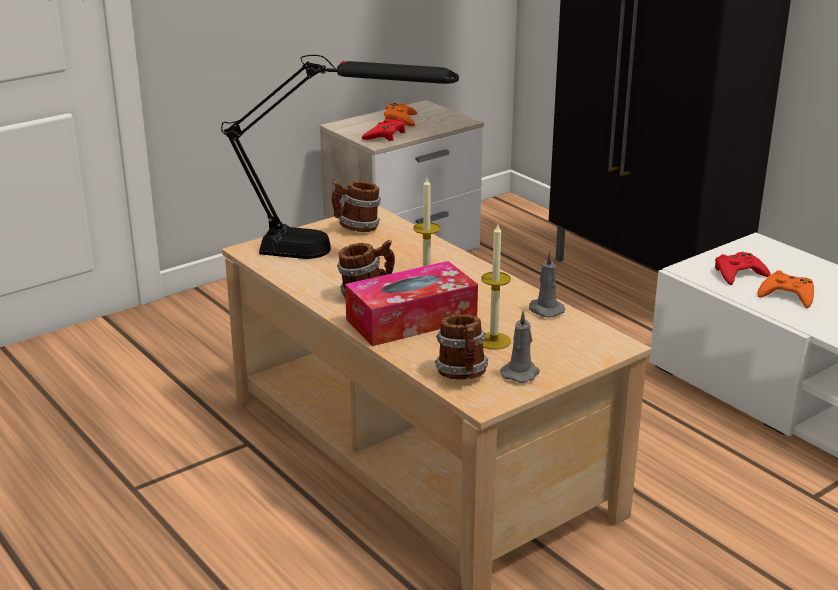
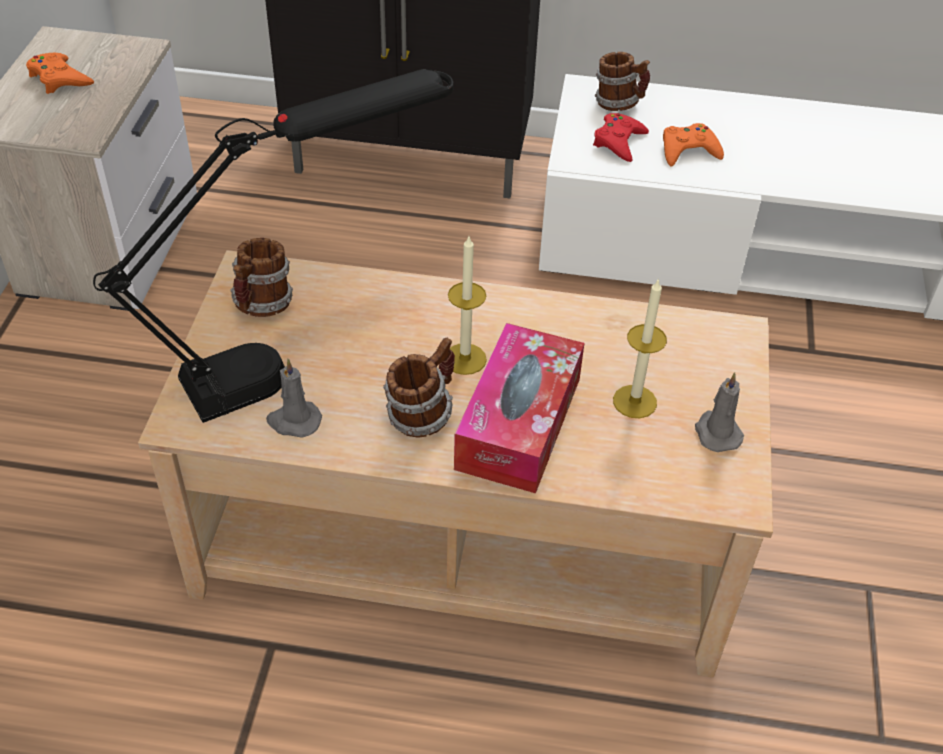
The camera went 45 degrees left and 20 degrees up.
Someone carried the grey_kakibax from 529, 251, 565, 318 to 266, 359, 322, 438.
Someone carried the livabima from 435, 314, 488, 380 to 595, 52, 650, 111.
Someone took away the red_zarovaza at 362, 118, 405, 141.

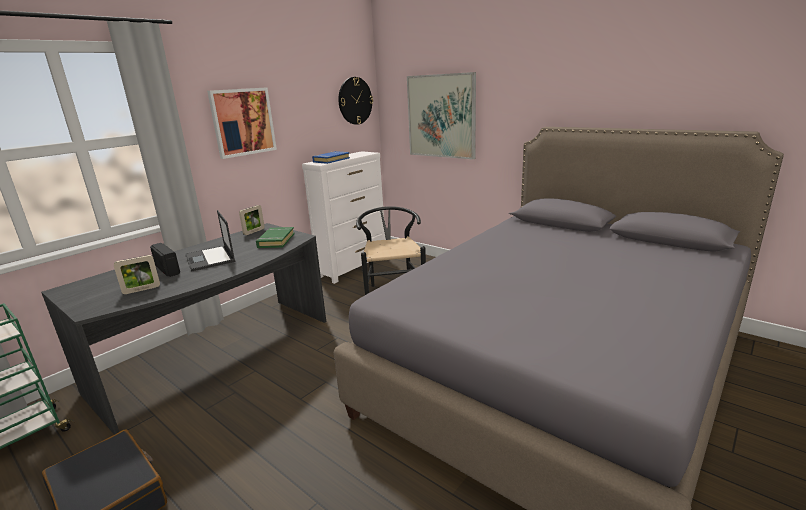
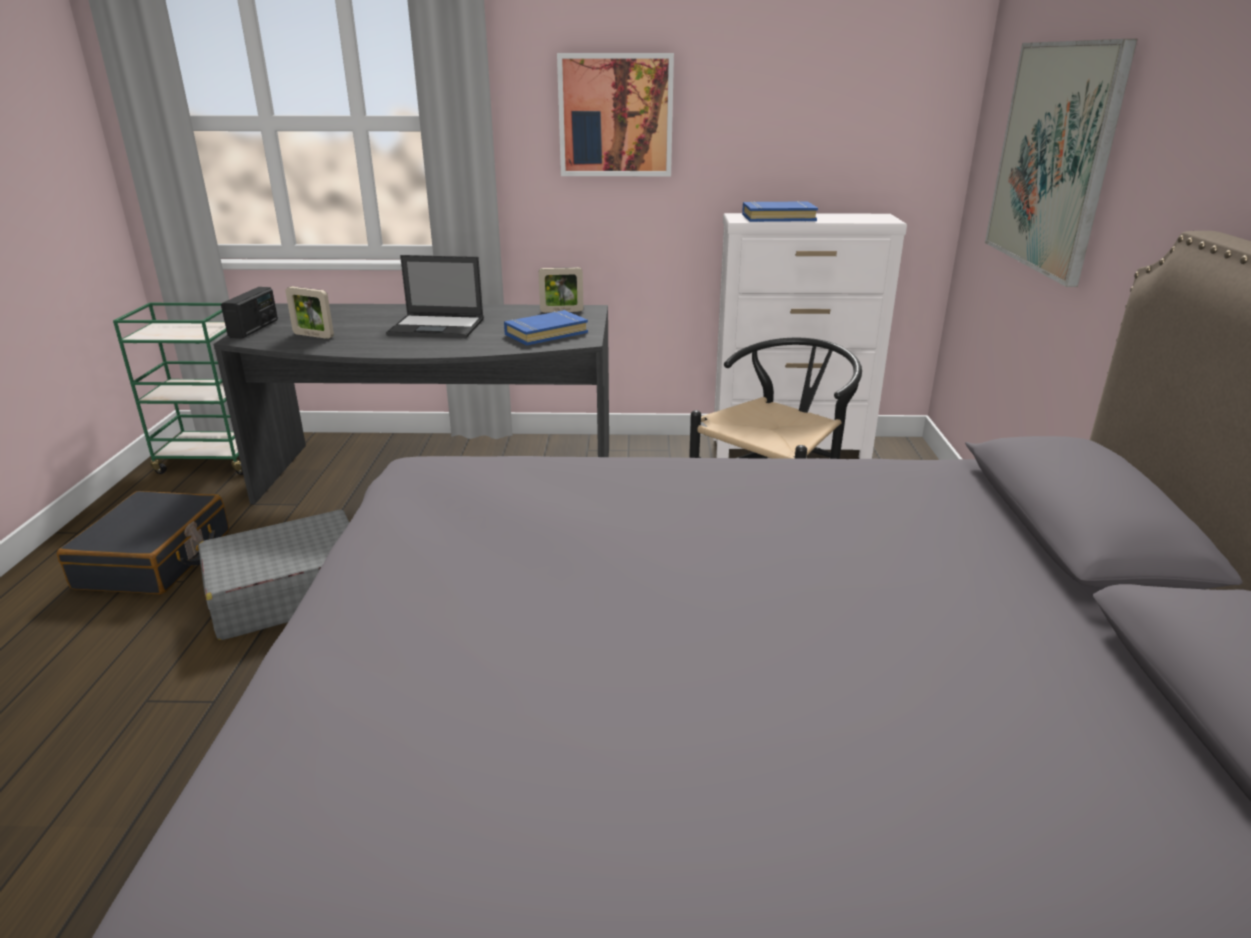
The camera went 50 degrees right and 5 degrees up.
Someone put down the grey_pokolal at 198, 509, 349, 640.
Someone carried the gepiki from 150, 243, 180, 277 to 221, 287, 278, 339.
Someone rotated the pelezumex at 185, 210, 236, 272 by 105 degrees counterclockwise.
Someone repainted the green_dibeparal at 256, 227, 294, 248, which became the blue_dibeparal at 504, 310, 588, 345.
Someone took away the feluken at 338, 77, 373, 125.

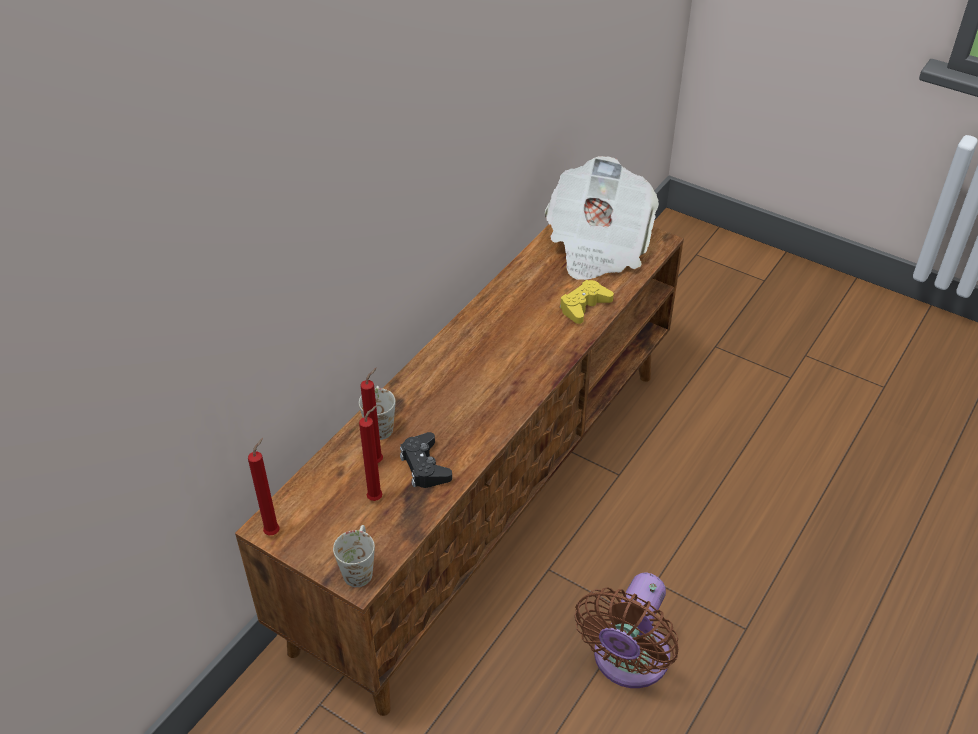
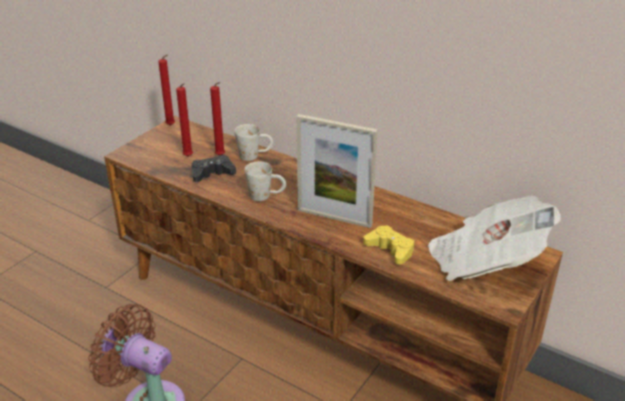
The camera went 90 degrees right and 10 degrees down.
Someone carried the white_livabima from 333, 525, 375, 587 to 245, 161, 286, 201.
Someone put down the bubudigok at 297, 114, 378, 228.

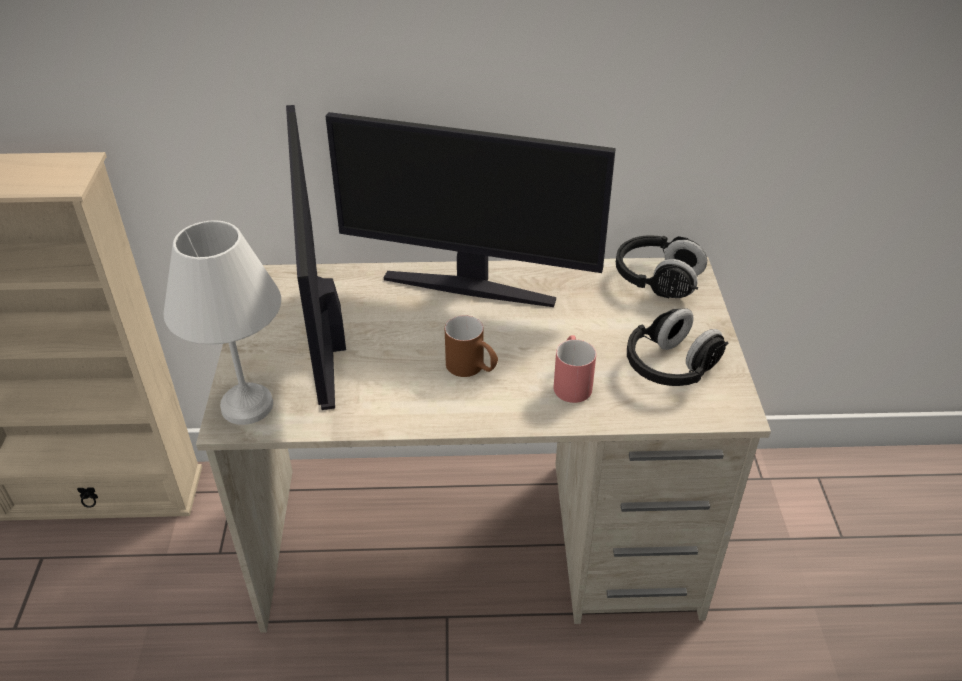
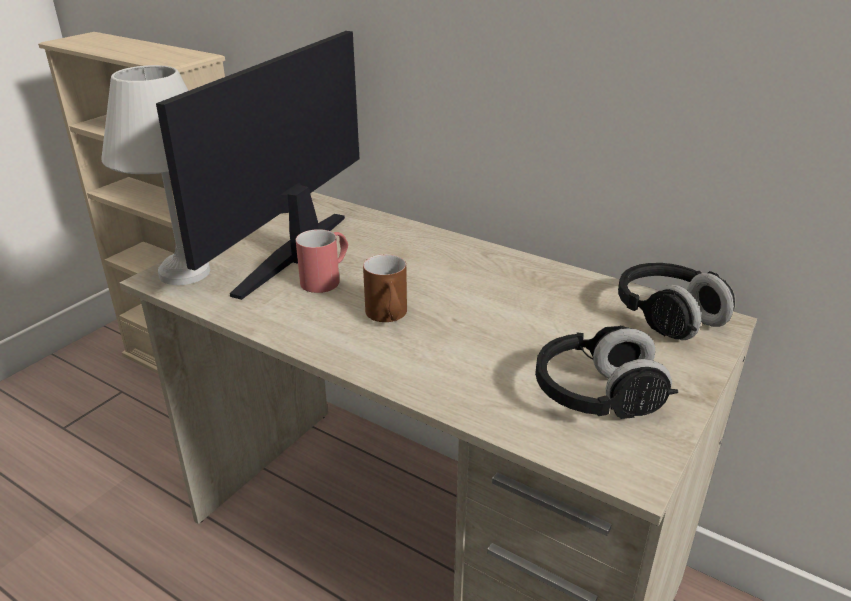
The camera went 35 degrees right and 10 degrees down.
Someone carried the red_livabima from 554, 335, 596, 403 to 296, 229, 348, 293.
Someone took away the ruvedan at 326, 112, 616, 307.

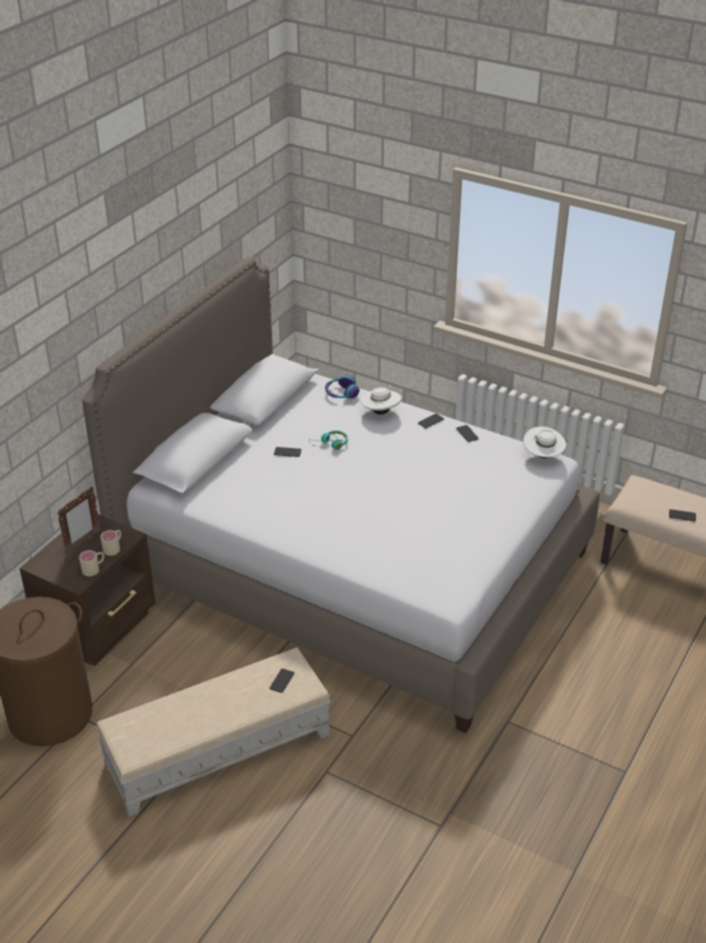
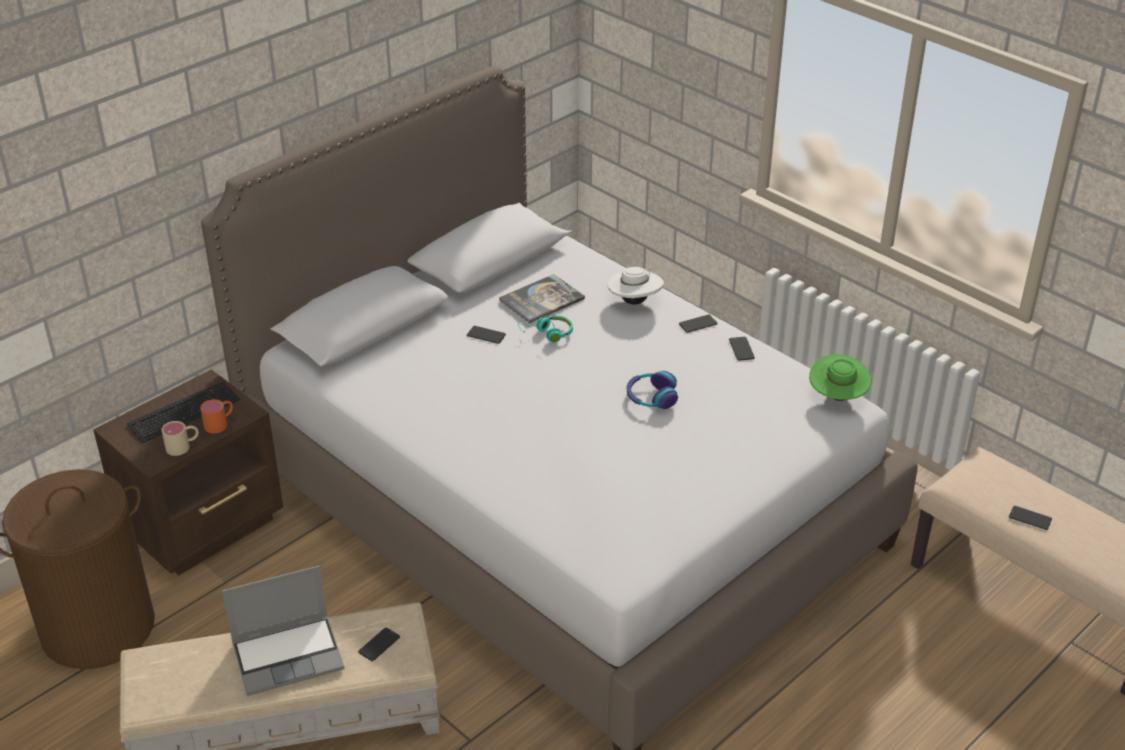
The camera went 15 degrees right and 0 degrees up.
Someone swapped the bubudigok at 57, 486, 101, 555 for the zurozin at 127, 382, 240, 443.
Someone repainted the beige_livabima at 100, 530, 121, 556, which became the orange_livabima at 200, 399, 233, 433.
Someone put down the pelezumex at 222, 565, 345, 696.
Someone put down the dibeparal at 499, 274, 585, 323.
Someone carried the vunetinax from 325, 375, 360, 398 to 627, 371, 678, 409.
Someone repainted the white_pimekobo at 523, 426, 566, 458, which became the green_pimekobo at 809, 354, 871, 401.

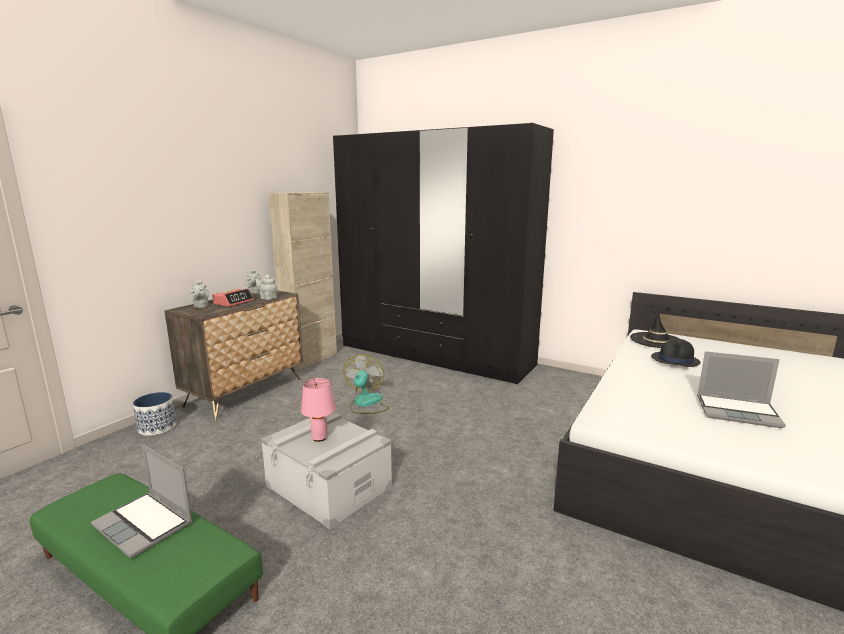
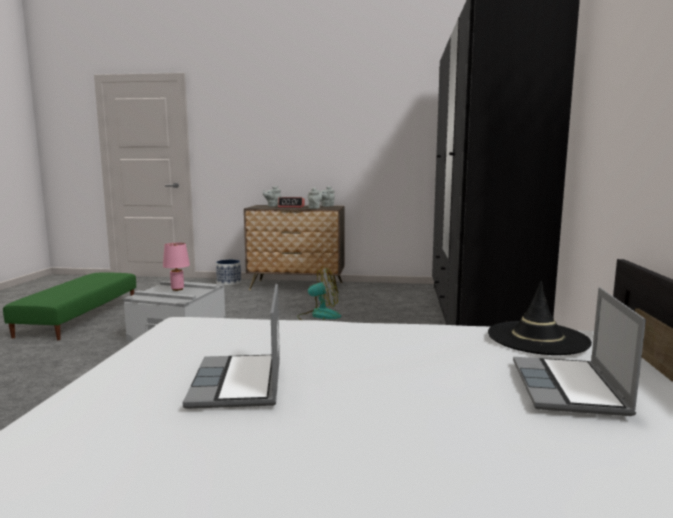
The camera went 65 degrees right and 5 degrees down.
Someone carried the pelezumex from 91, 444, 193, 559 to 513, 287, 646, 416.
Someone took away the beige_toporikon at 269, 192, 337, 370.
Someone took away the black_pimekobo at 651, 338, 700, 367.

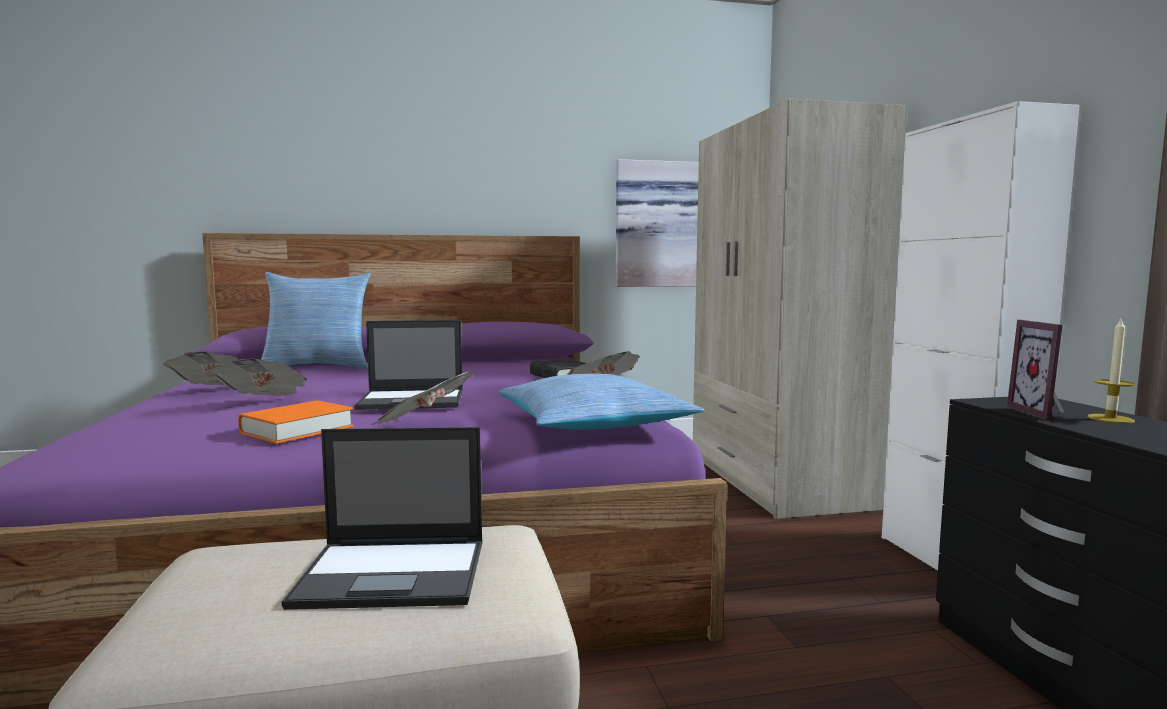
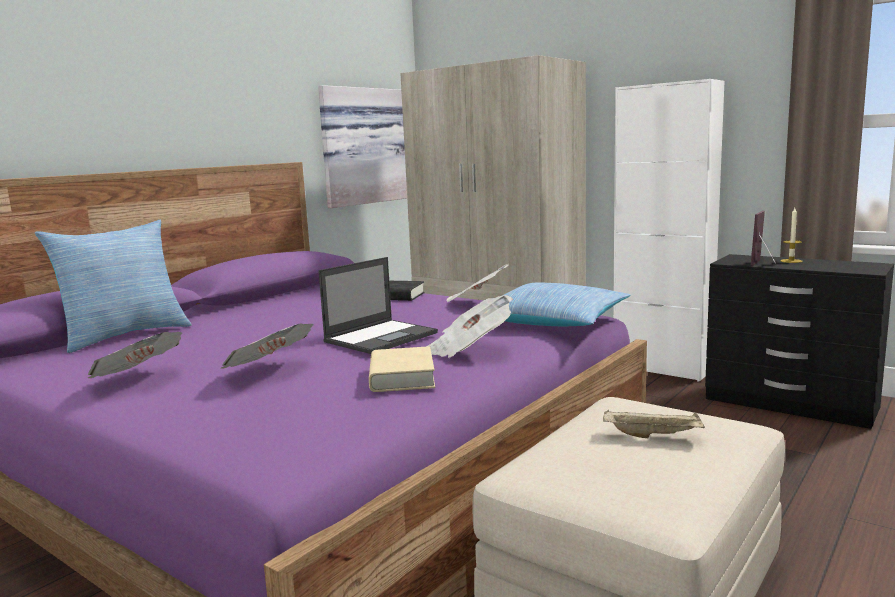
The camera went 40 degrees left and 5 degrees up.
Someone repainted the orange_dibeparal at 238, 400, 354, 444, which became the beige_dibeparal at 369, 346, 435, 392.
Someone swapped the pelezumex at 282, 427, 483, 610 for the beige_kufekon at 603, 410, 705, 438.
Someone rotated the bubudigok at 1007, 320, 1064, 420 by 75 degrees clockwise.

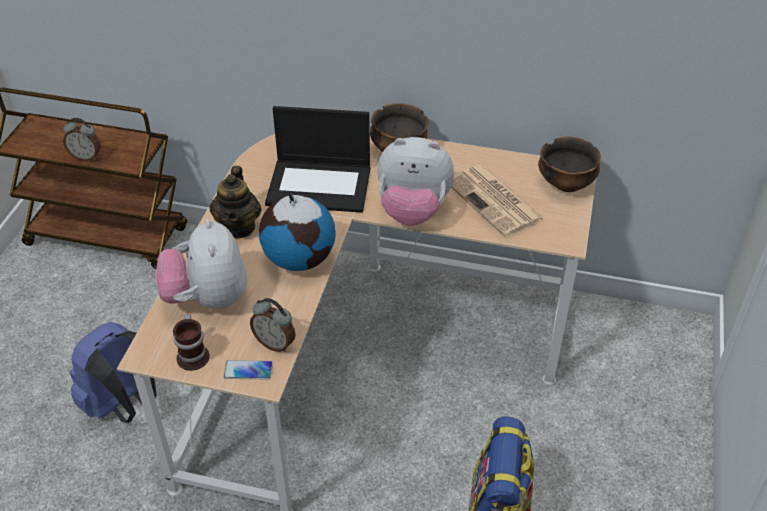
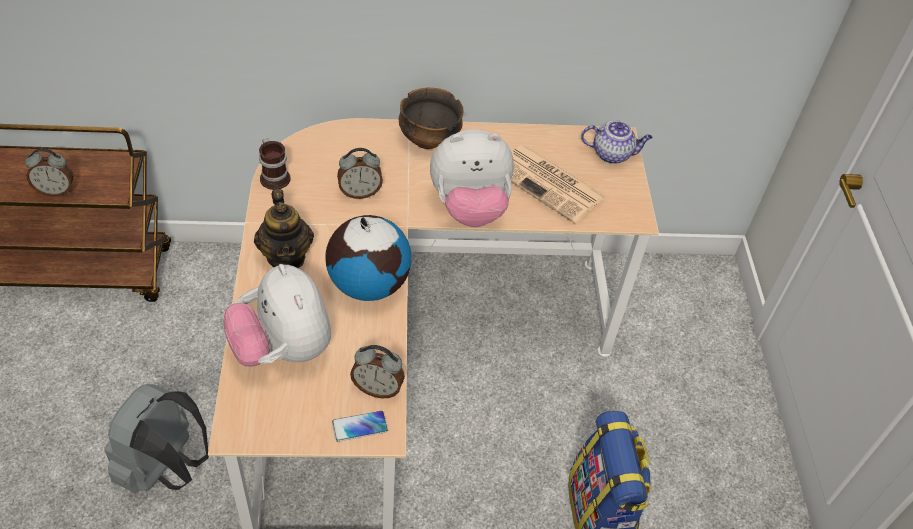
The camera went 20 degrees left and 5 degrees up.
Someone repainted the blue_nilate at 70, 322, 157, 423, which became the grey_nilate at 104, 384, 209, 494.
Someone carried the livabima from 173, 314, 210, 371 to 259, 138, 291, 190.
Someone swapped the pelezumex at 265, 106, 370, 213 for the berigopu at 337, 148, 383, 199.
Someone swapped the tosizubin at 538, 137, 601, 192 for the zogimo at 581, 120, 653, 164.

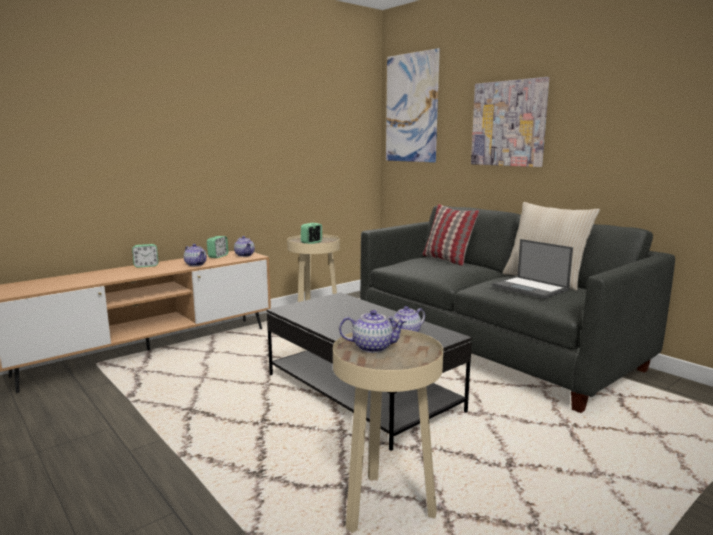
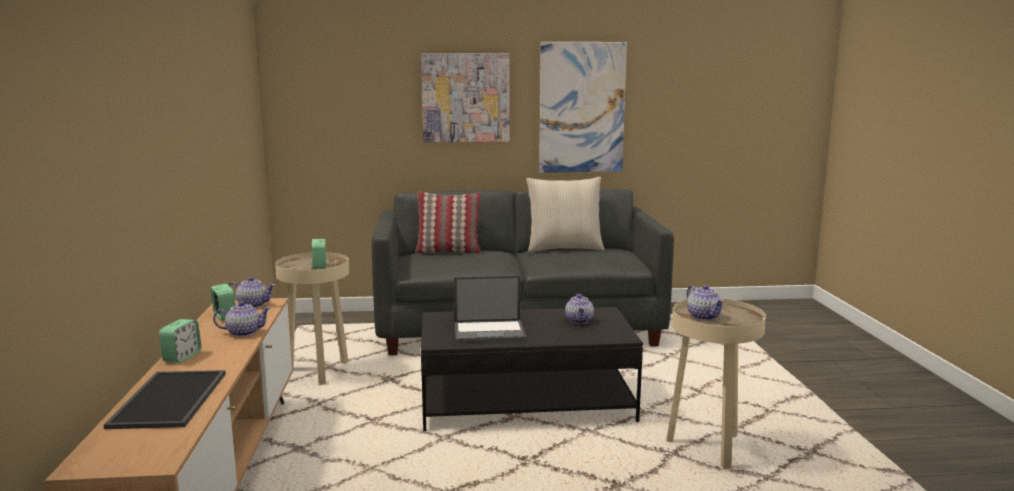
The camera went 55 degrees left and 0 degrees up.
Someone put down the kufekon at 103, 370, 226, 429.
Someone carried the pelezumex from 492, 239, 573, 299 to 454, 275, 526, 343.
Someone carried the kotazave from 386, 48, 440, 163 to 539, 42, 627, 173.
Someone rotated the zogimo at 339, 310, 407, 353 by 120 degrees clockwise.

